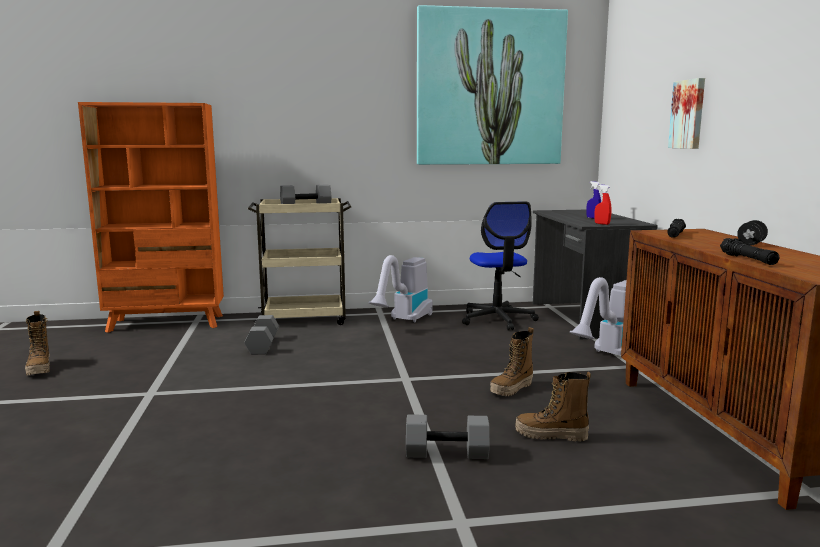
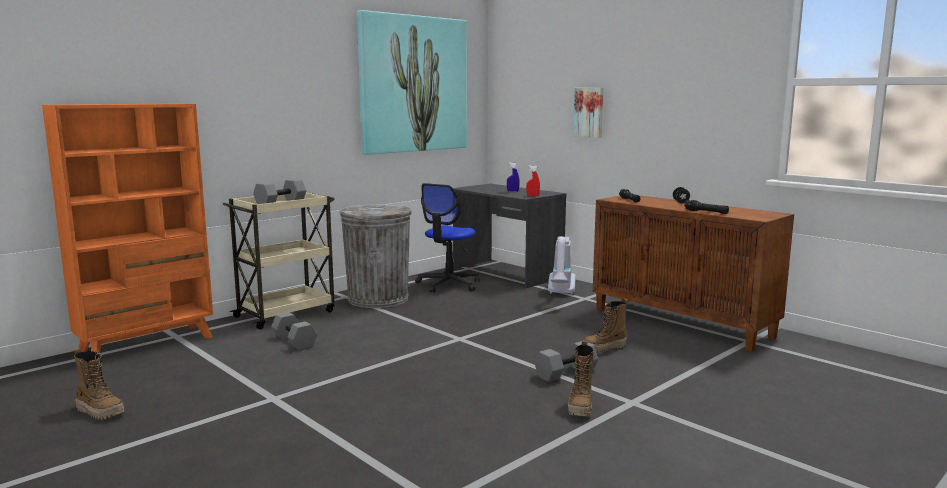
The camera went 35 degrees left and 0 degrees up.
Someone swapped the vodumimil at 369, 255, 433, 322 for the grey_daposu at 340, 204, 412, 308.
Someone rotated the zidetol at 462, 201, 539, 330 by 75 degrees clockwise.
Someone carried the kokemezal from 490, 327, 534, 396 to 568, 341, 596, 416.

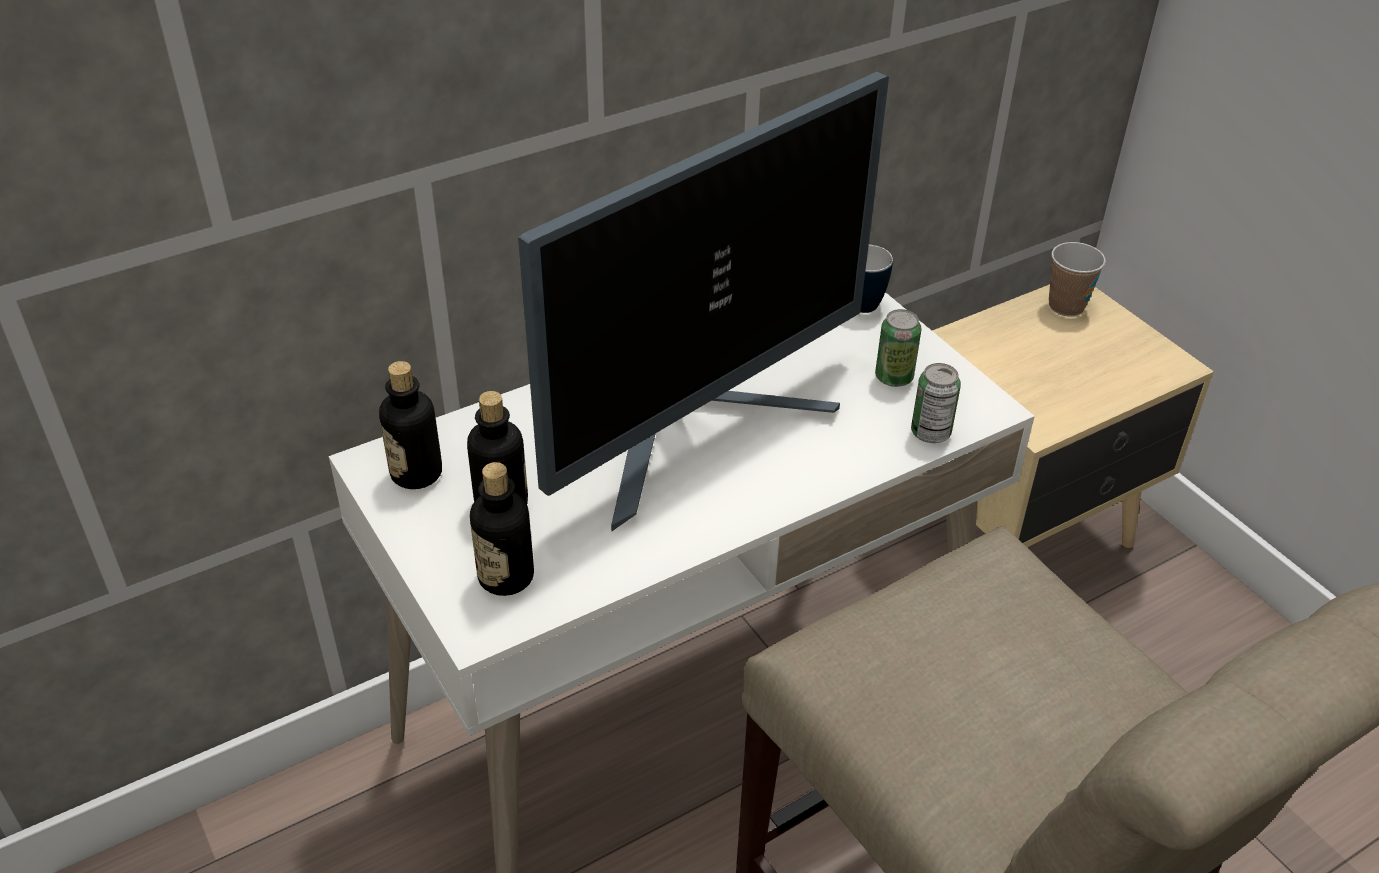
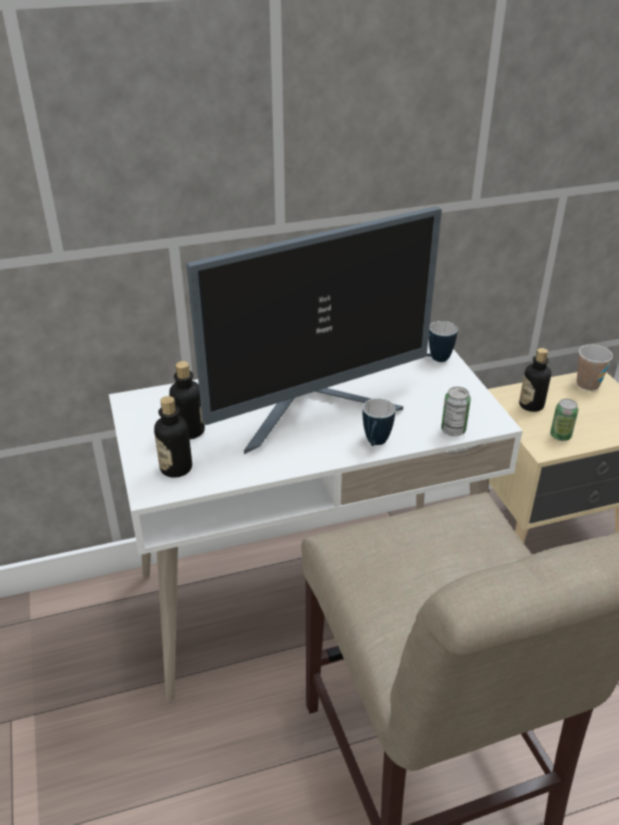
The camera went 15 degrees right and 5 degrees down.
Someone put down the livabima at 363, 398, 395, 446.
Someone carried the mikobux from 379, 361, 442, 489 to 519, 348, 551, 412.
Someone carried the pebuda from 875, 309, 921, 387 to 550, 399, 578, 441.

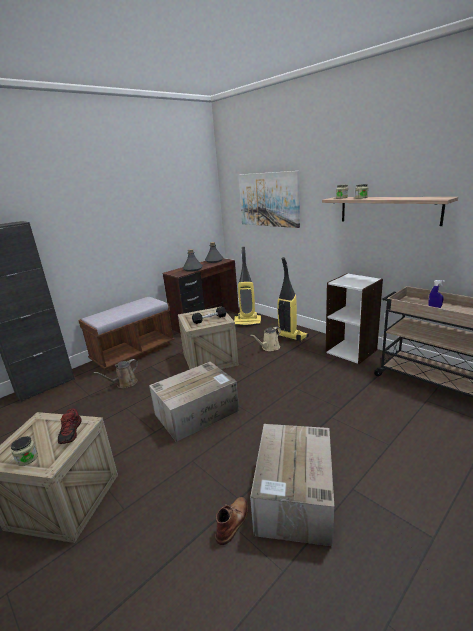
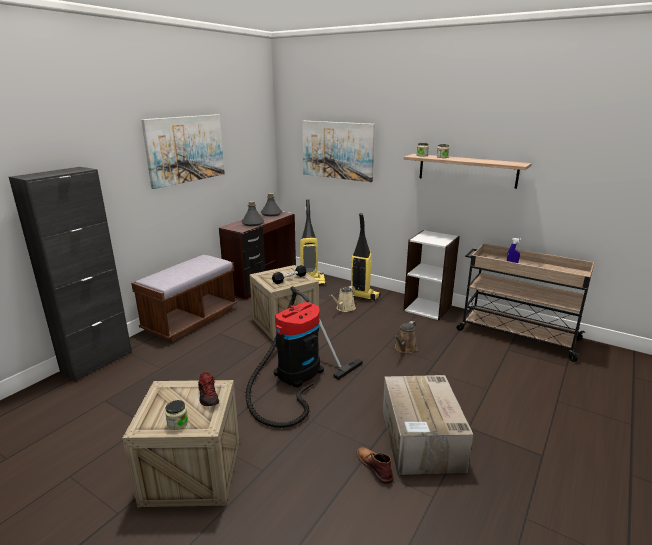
The camera went 15 degrees left and 0 degrees up.
Someone put up the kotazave at 141, 114, 225, 189.
Someone swapped the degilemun at 149, 362, 239, 442 for the vodumimil at 245, 286, 363, 428.
Someone rotated the brown_kokemezal at 215, 497, 248, 545 by 45 degrees counterclockwise.
Someone carried the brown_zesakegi from 93, 359, 138, 388 to 394, 321, 418, 353.

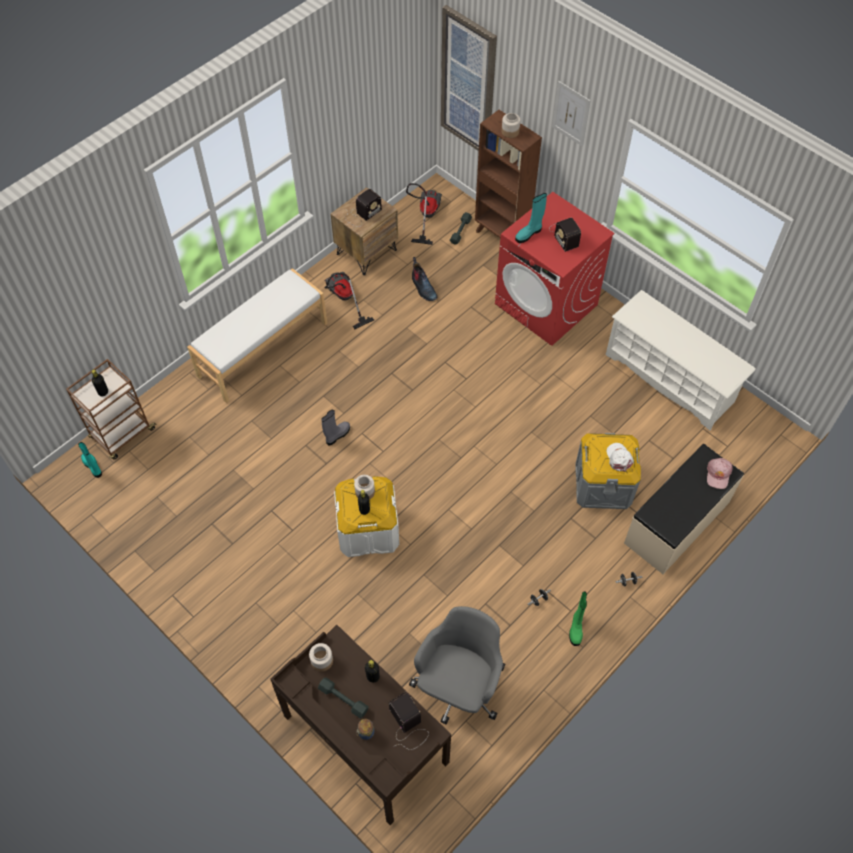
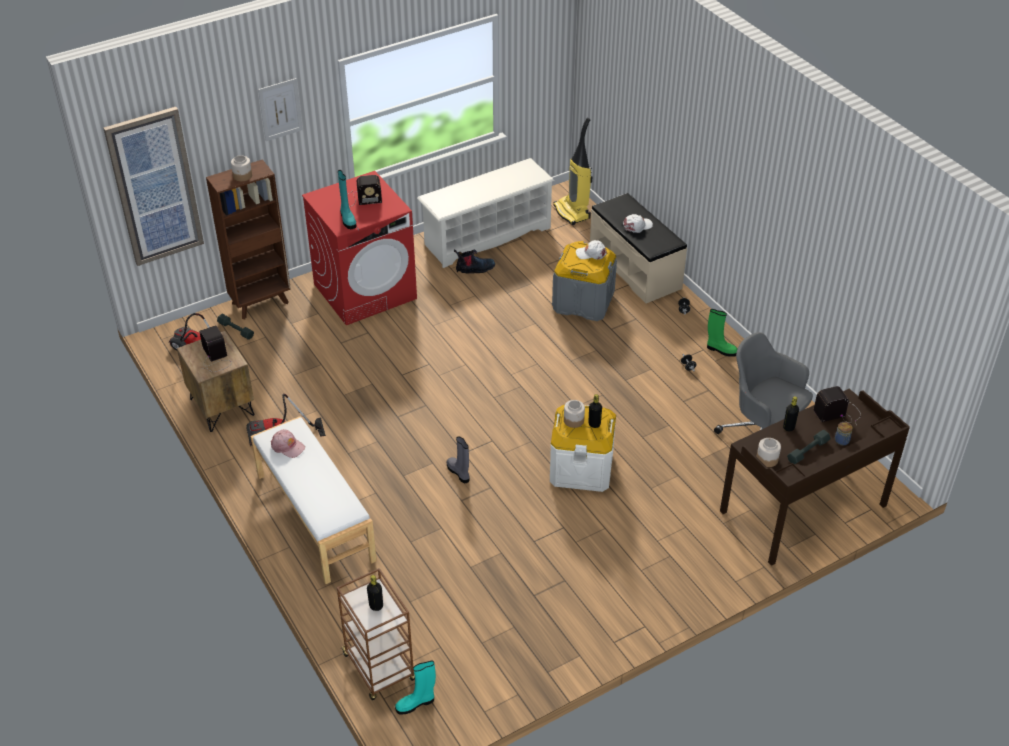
The camera went 75 degrees left and 15 degrees down.
Someone carried the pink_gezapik from 707, 458, 733, 489 to 271, 429, 305, 458.
Someone carried the kokemezal from 412, 257, 437, 301 to 454, 249, 495, 274.
Someone put down the vodumimil at 553, 118, 593, 225.
Someone put down the white_gezapik at 623, 214, 653, 233.

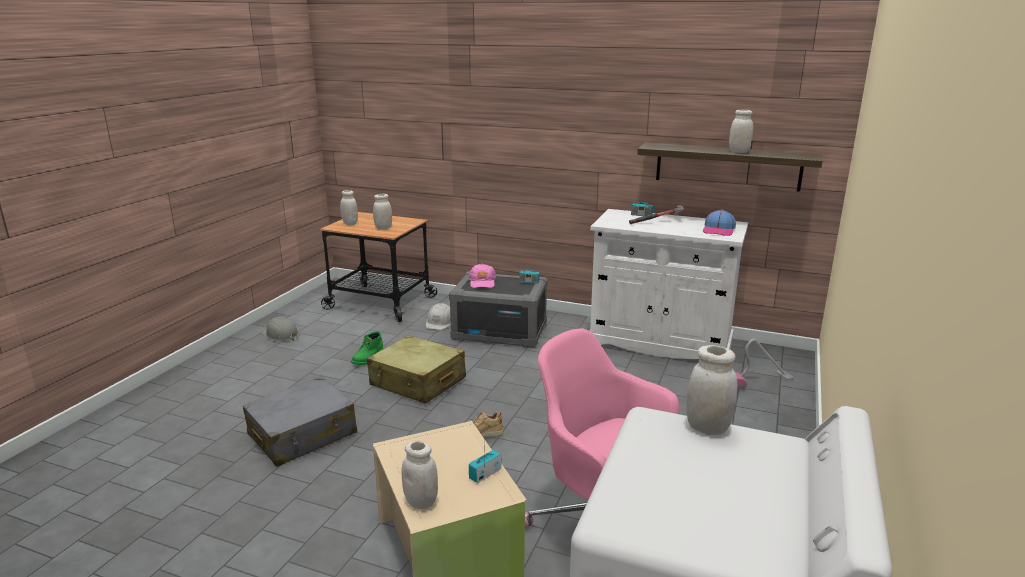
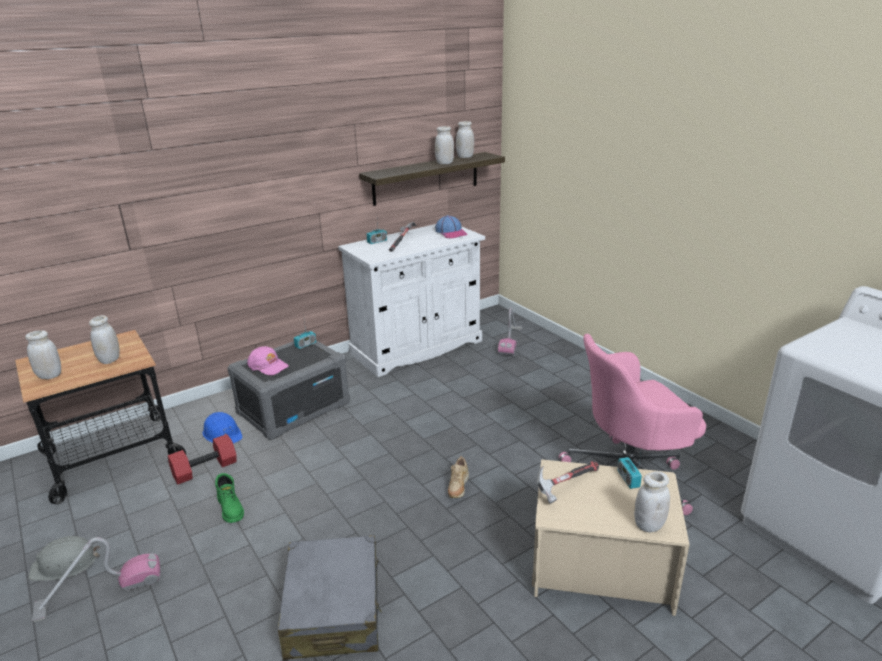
The camera went 55 degrees left and 5 degrees up.
Someone put down the vodumimil at 32, 537, 160, 622.
Someone put down the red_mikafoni at 168, 434, 237, 485.
Someone repainted the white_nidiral at 426, 303, 451, 330, which became the blue_nidiral at 202, 412, 243, 444.
Someone carried the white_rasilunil from 686, 345, 737, 435 to 456, 121, 474, 158.
Someone put down the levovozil at 537, 460, 599, 504.
Someone took away the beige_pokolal at 367, 335, 466, 404.

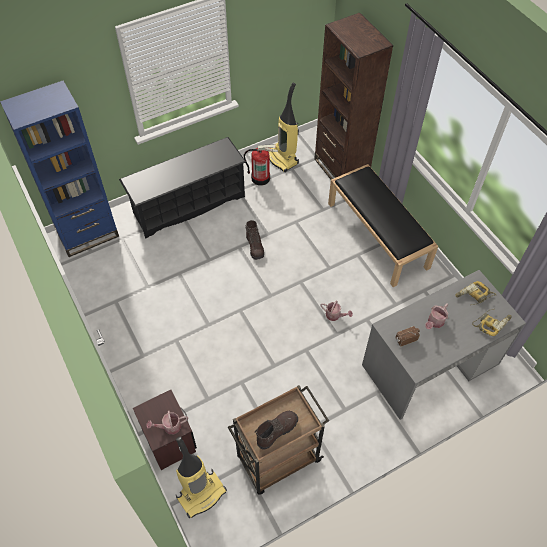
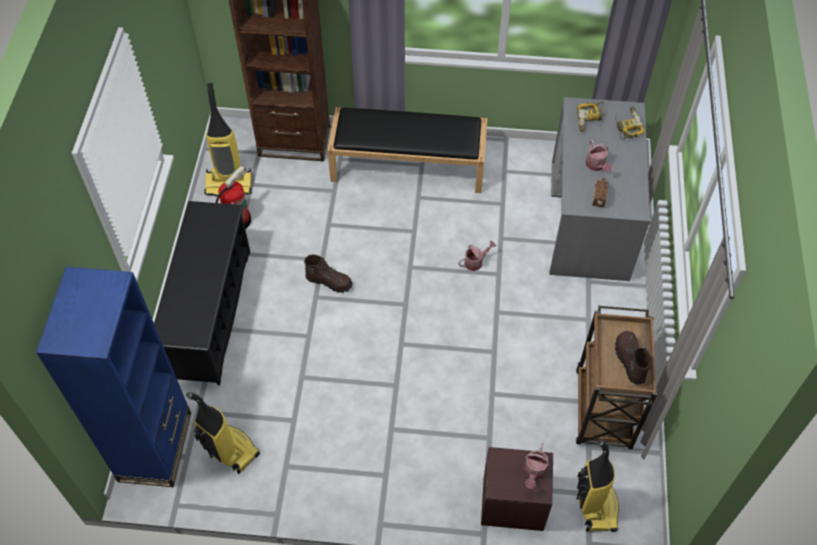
The camera went 55 degrees left and 0 degrees up.
Someone put down the vodumimil at 186, 392, 260, 475.

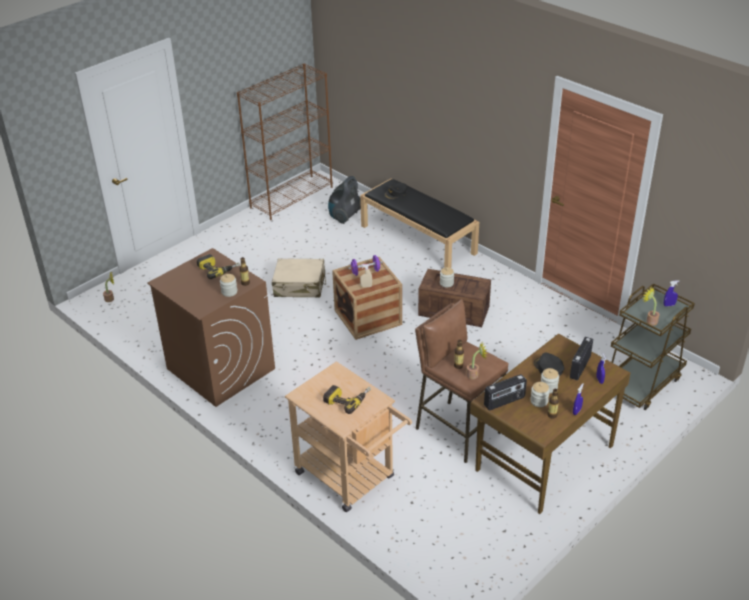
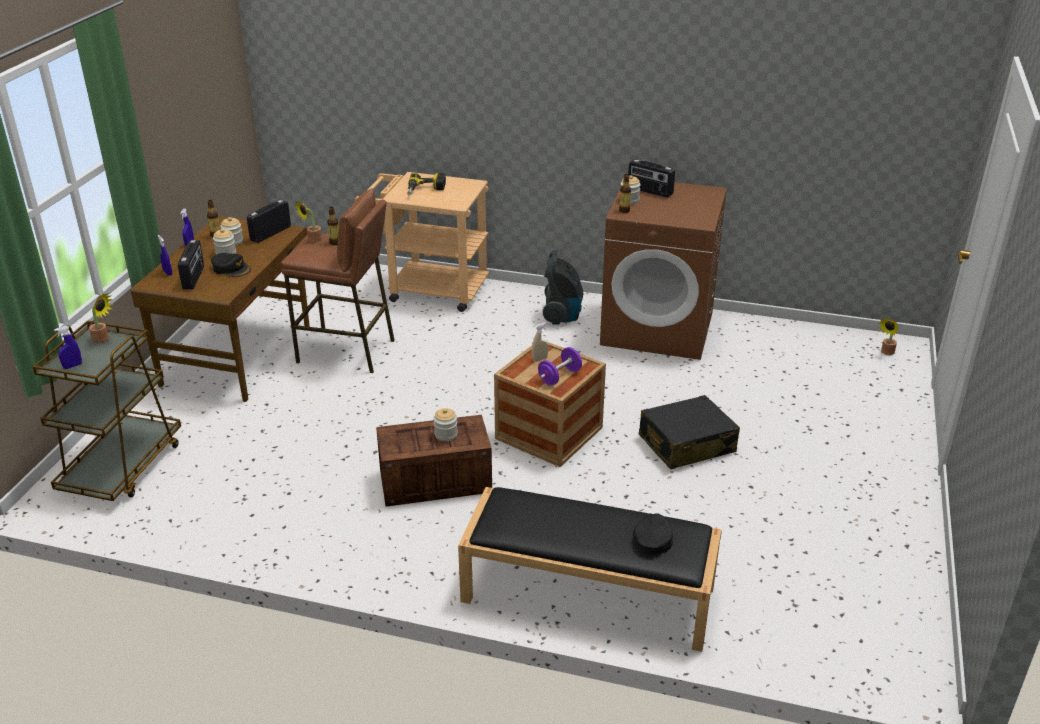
The camera went 150 degrees right and 5 degrees down.
Someone carried the vodumimil from 328, 176, 361, 224 to 543, 250, 583, 325.
Someone put down the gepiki at 628, 159, 675, 198.
Someone repainted the beige_pokolal at 272, 258, 326, 298, which became the black_pokolal at 639, 395, 740, 469.
Someone took away the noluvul at 197, 254, 240, 279.
Someone took away the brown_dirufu at 237, 63, 333, 220.

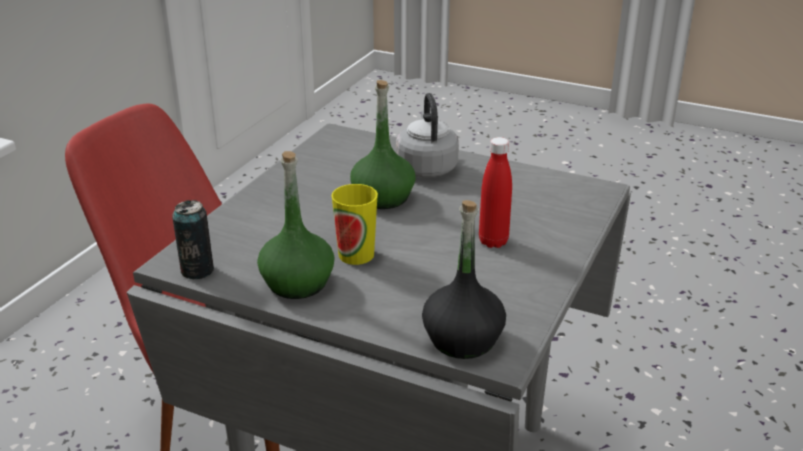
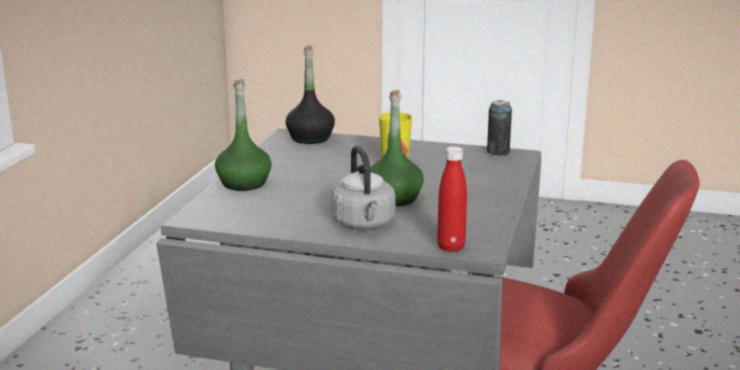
The camera went 170 degrees right and 10 degrees down.
Someone carried the green_mikobux from 257, 151, 334, 299 to 215, 79, 272, 191.
Someone carried the red_mikobux from 479, 137, 512, 248 to 437, 146, 467, 252.

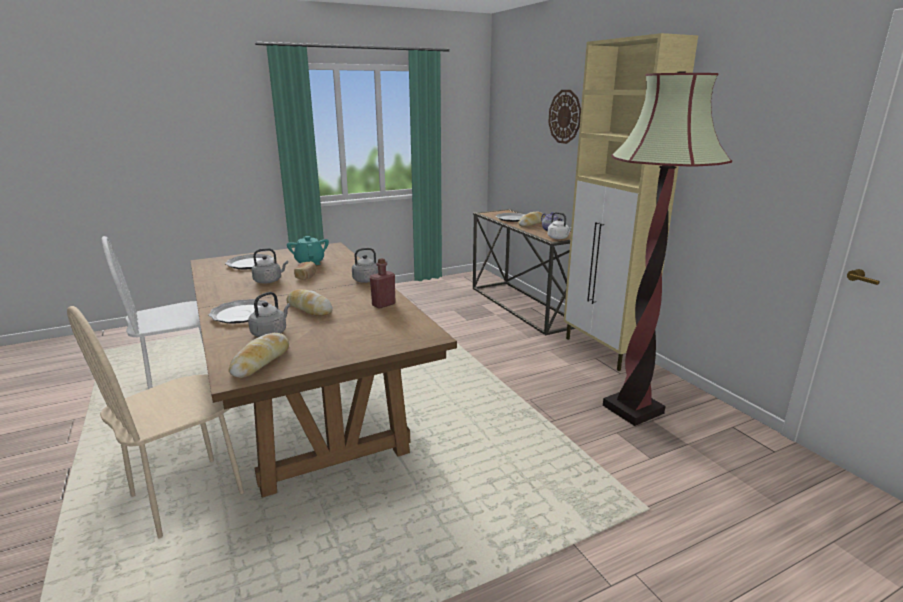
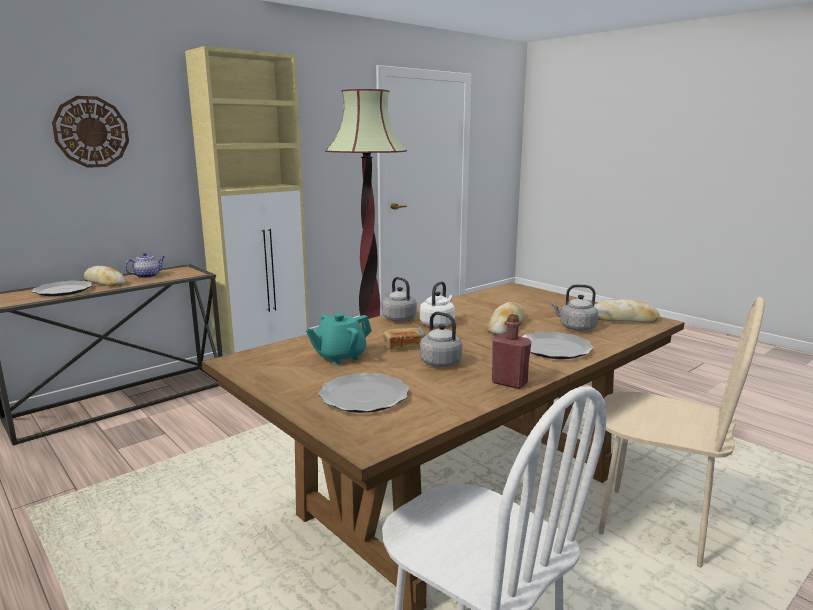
The camera went 105 degrees left and 5 degrees down.
Someone carried the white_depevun from 548, 212, 571, 239 to 420, 281, 455, 327.
Someone carried the red_mikobux from 370, 258, 396, 309 to 492, 314, 531, 389.

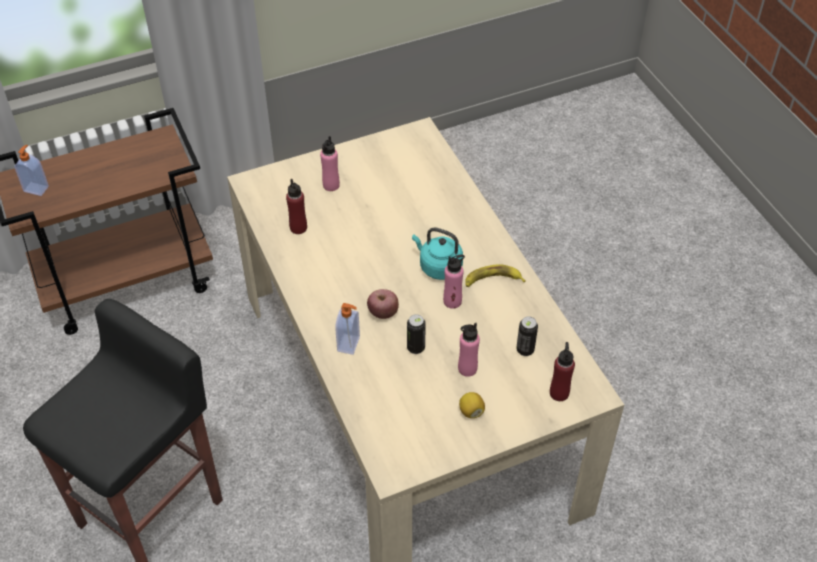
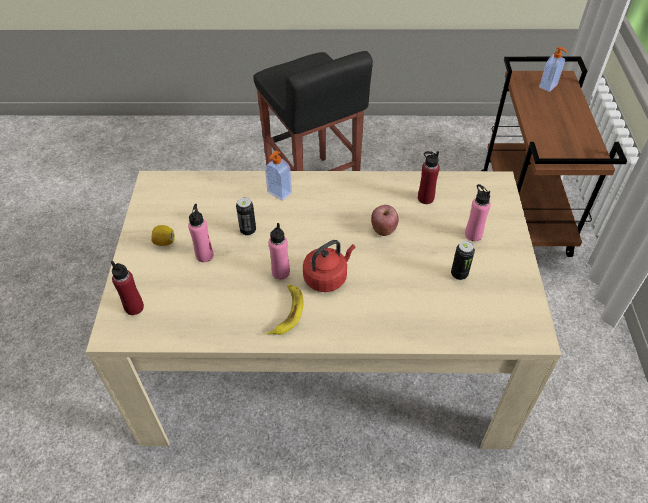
The camera went 115 degrees right and 0 degrees up.
Someone repainted the turquoise_depevun at 412, 227, 463, 280, which became the red_depevun at 303, 240, 355, 292.
Someone carried the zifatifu from 367, 289, 399, 319 to 371, 205, 399, 236.
Someone carried the pebuda from 516, 316, 538, 356 to 451, 241, 475, 280.

